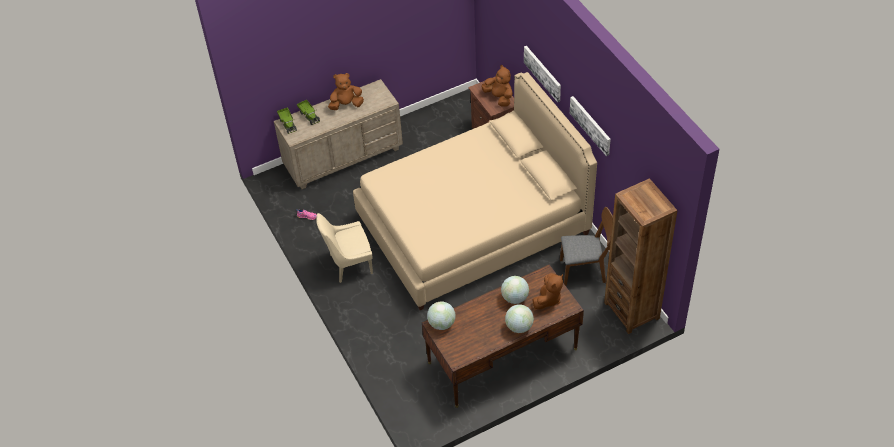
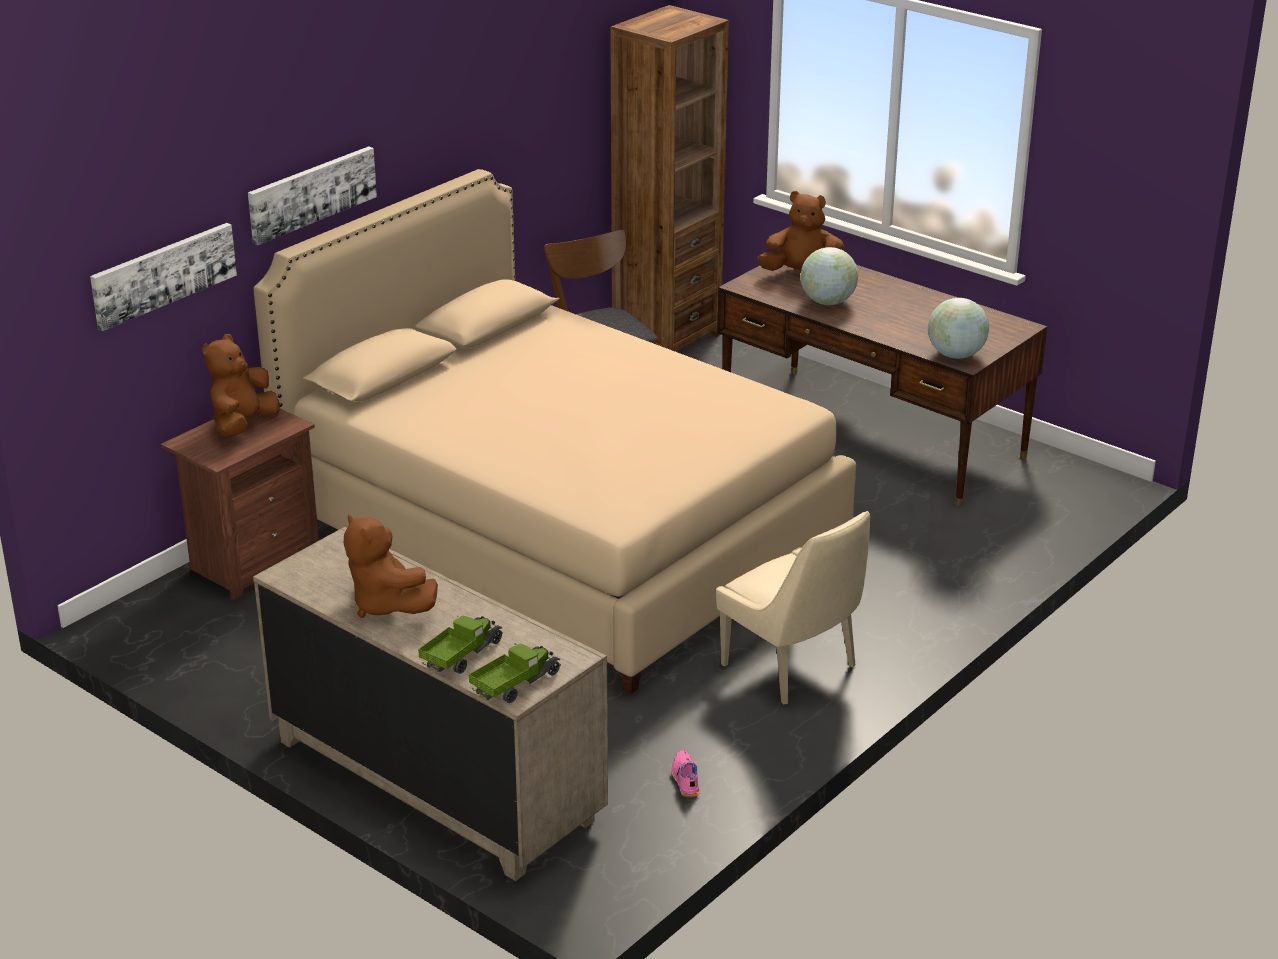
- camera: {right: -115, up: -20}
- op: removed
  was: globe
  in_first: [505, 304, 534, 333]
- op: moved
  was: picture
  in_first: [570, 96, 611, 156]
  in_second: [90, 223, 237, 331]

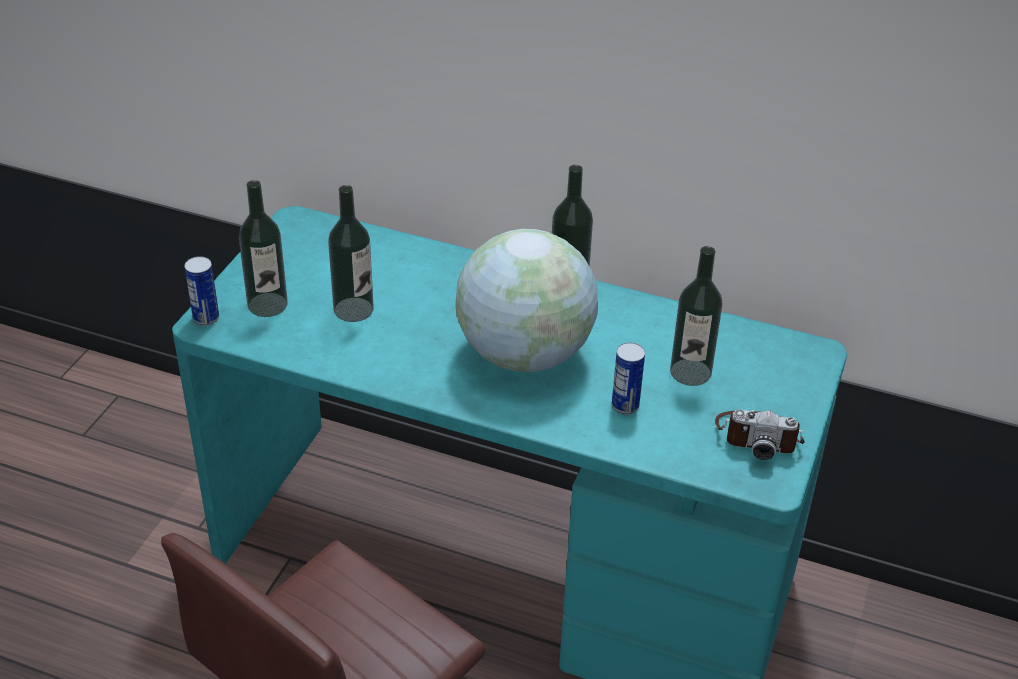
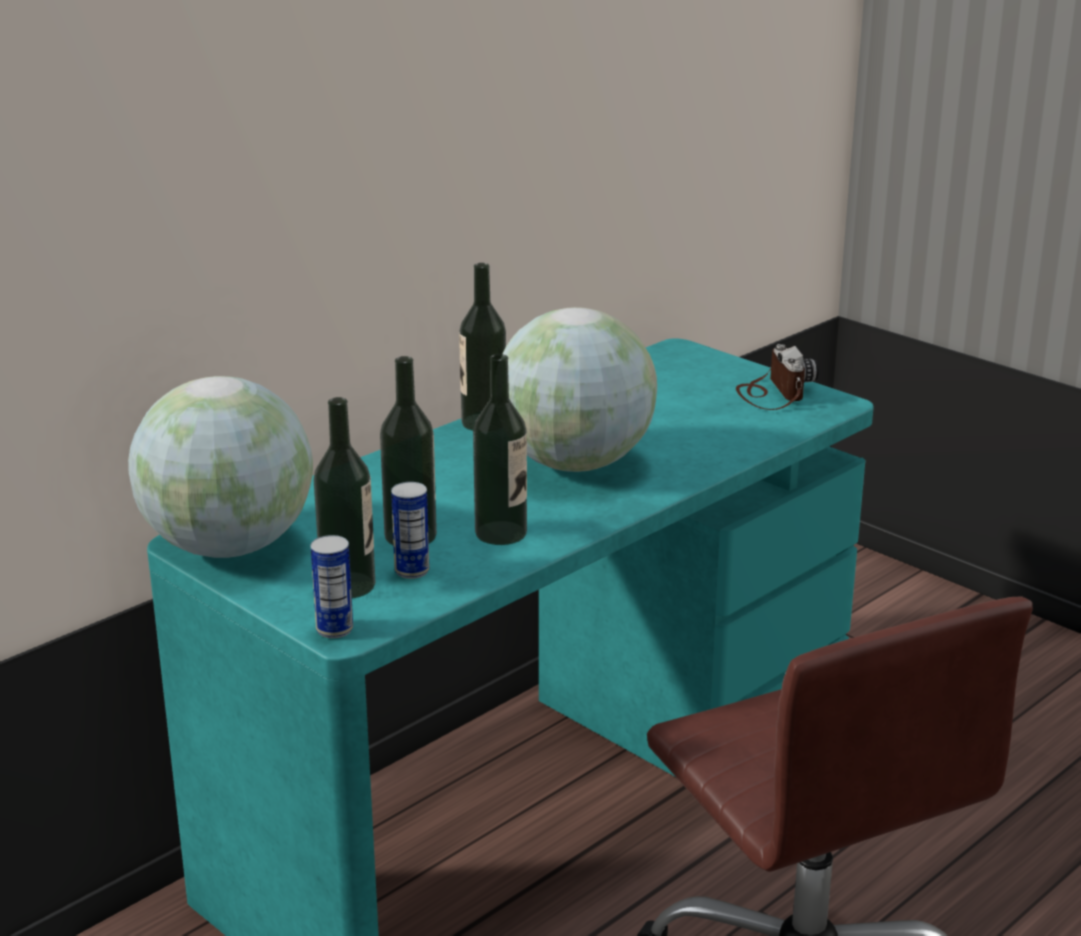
- camera: {right: -65, up: -15}
- op: added
  now: globe
  in_second: [128, 376, 313, 558]
- op: moved
  was: can
  in_first: [612, 343, 645, 415]
  in_second: [391, 482, 429, 579]
- op: moved
  was: bottle
  in_first: [670, 246, 723, 386]
  in_second: [473, 354, 527, 545]
- op: turned
  was: photo camera
  in_first: [715, 409, 804, 460]
  in_second: [736, 344, 818, 410]
  clockwise: -45

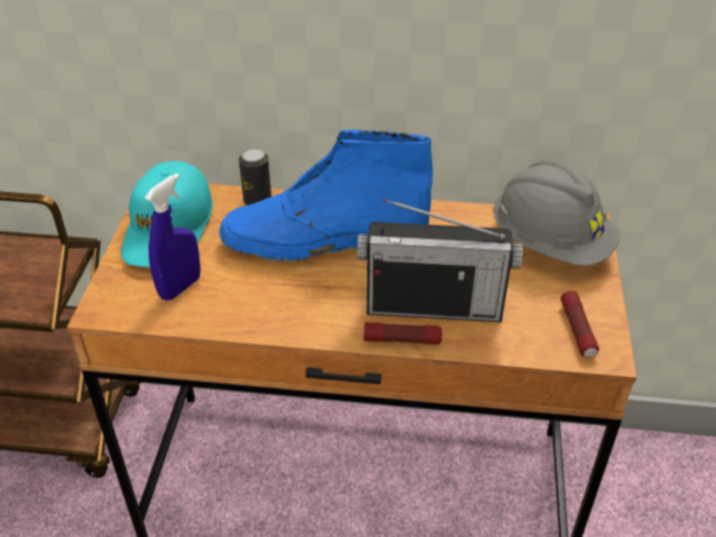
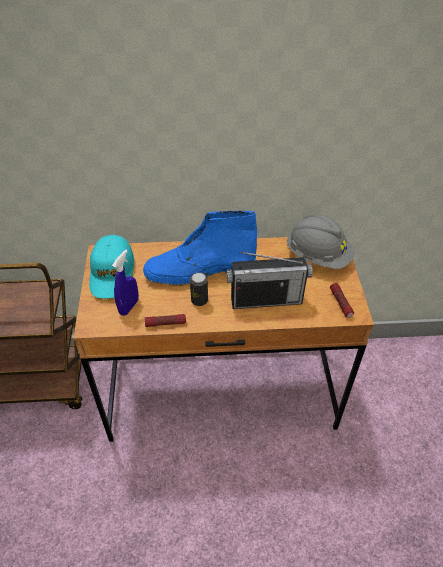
- camera: {right: -10, up: 5}
- op: moved
  was: can
  in_first: [239, 148, 271, 205]
  in_second: [190, 273, 208, 306]
- op: moved
  was: flashlight
  in_first: [364, 322, 442, 345]
  in_second: [145, 314, 186, 327]

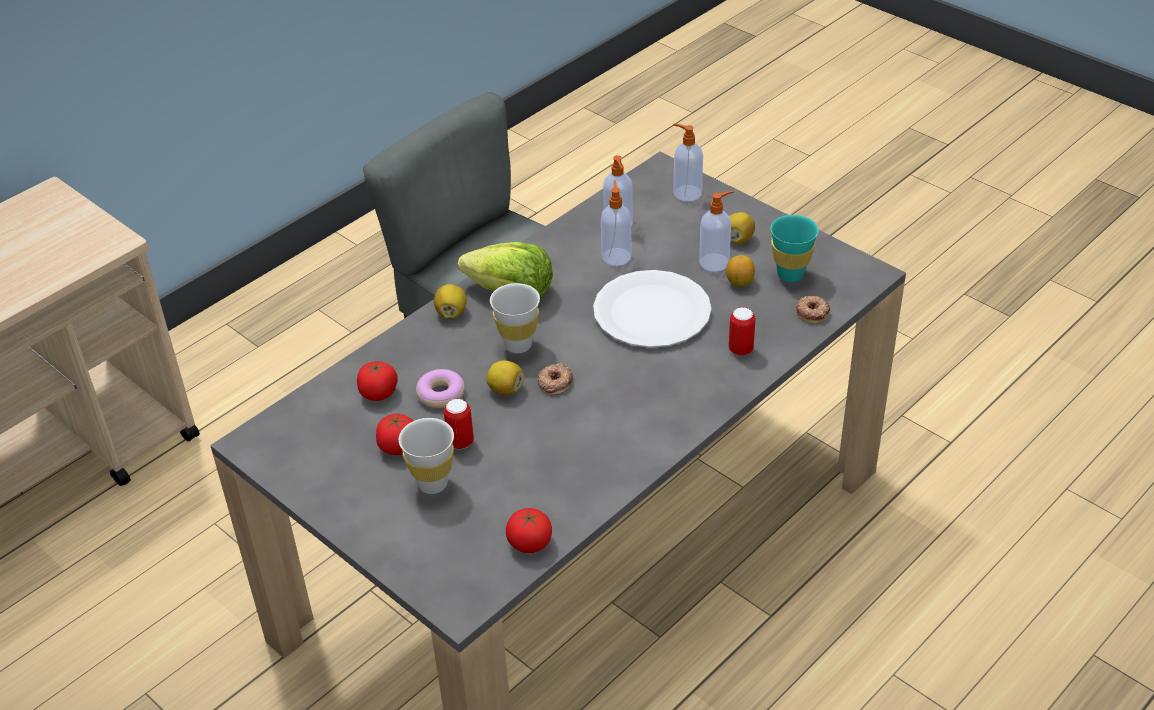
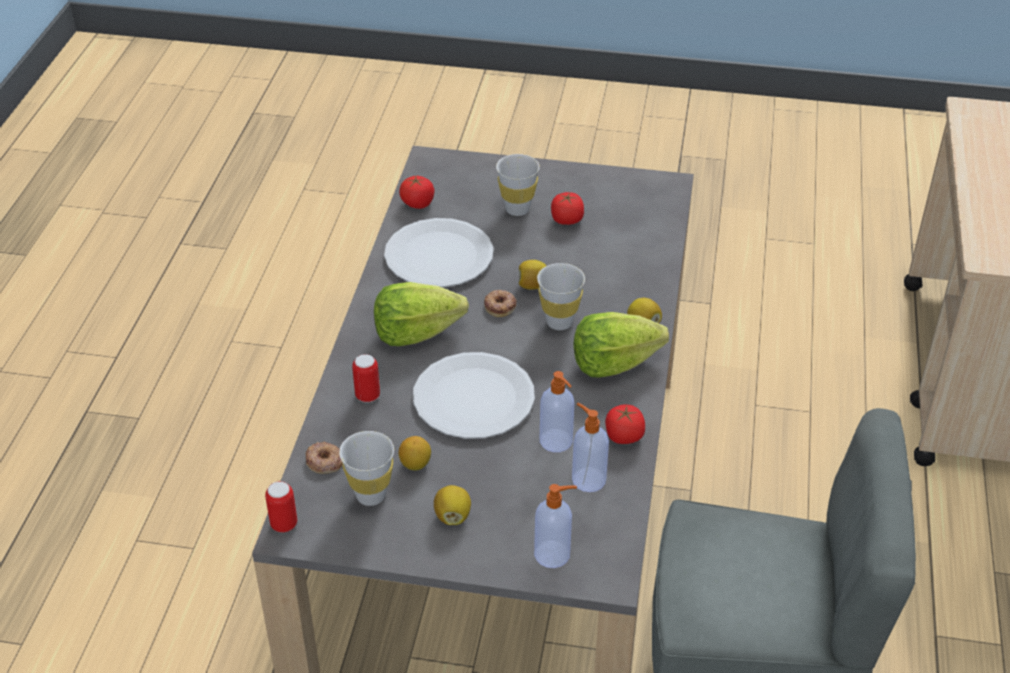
- camera: {right: 145, up: 0}
- op: removed
  was: donut
  in_first: [416, 369, 465, 408]
- op: removed
  was: soap dispenser
  in_first: [699, 191, 734, 272]
- op: added
  now: lettuce
  in_second: [374, 282, 469, 346]
- op: added
  now: white plate
  in_second: [384, 218, 493, 287]
- op: moved
  was: tomato
  in_first: [357, 360, 398, 401]
  in_second: [605, 404, 645, 444]
- op: moved
  was: can
  in_first: [444, 399, 474, 450]
  in_second: [265, 481, 297, 532]
- op: recoloured
  was: turquoise cup
  now: white cup
  in_first: [770, 215, 819, 282]
  in_second: [339, 431, 394, 506]

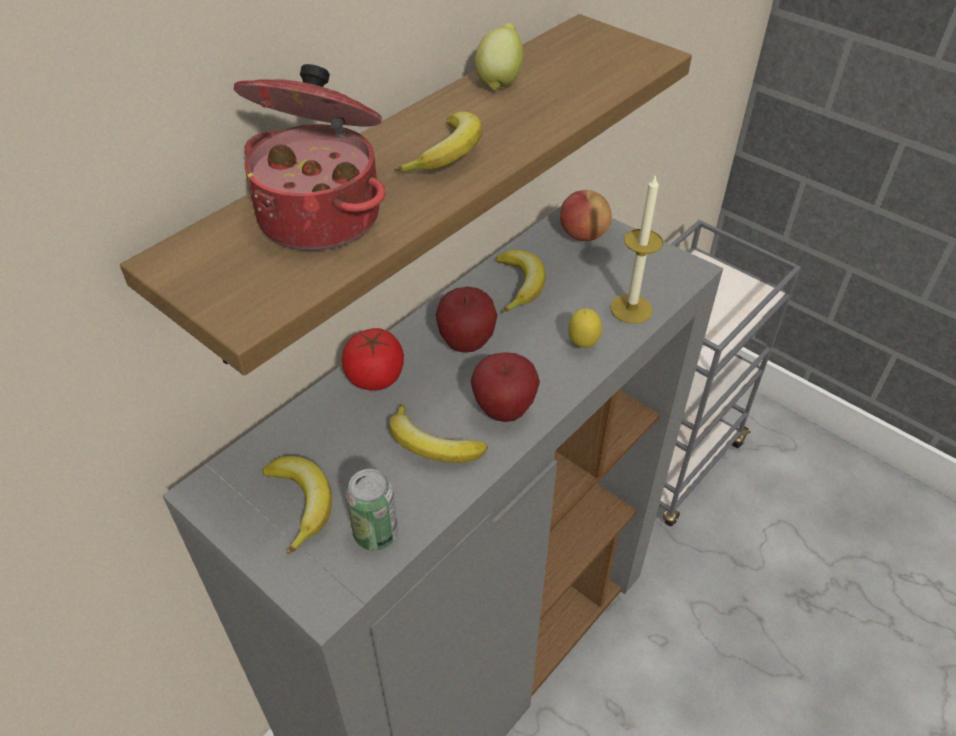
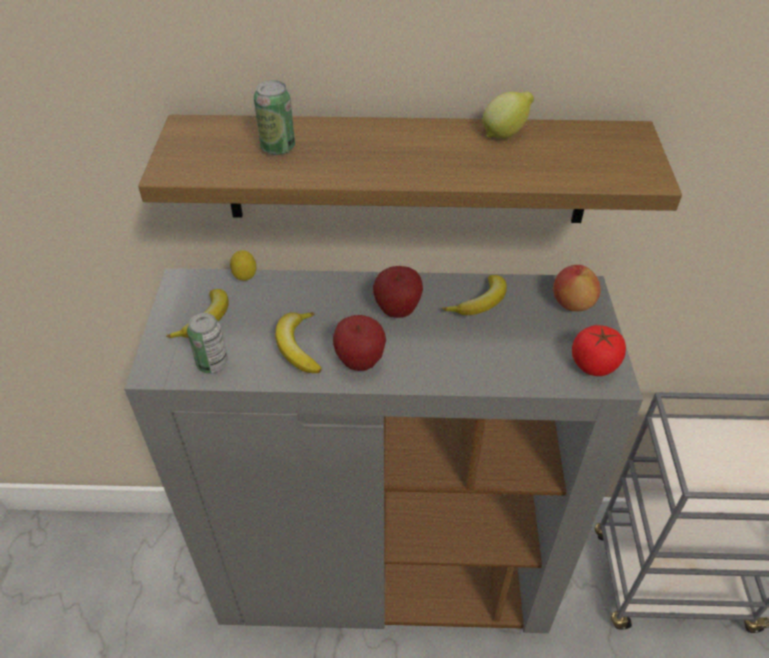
- camera: {right: 50, up: 0}
- op: removed
  was: banana
  in_first: [394, 112, 482, 172]
- op: removed
  was: candle
  in_first: [610, 174, 663, 324]
- op: moved
  was: tomato
  in_first: [342, 328, 404, 391]
  in_second: [572, 325, 626, 376]
- op: moved
  was: lemon
  in_first: [568, 308, 602, 348]
  in_second: [230, 250, 256, 281]
- op: replaced
  was: cooking pot
  now: can
  in_first: [234, 64, 386, 251]
  in_second: [254, 80, 295, 155]

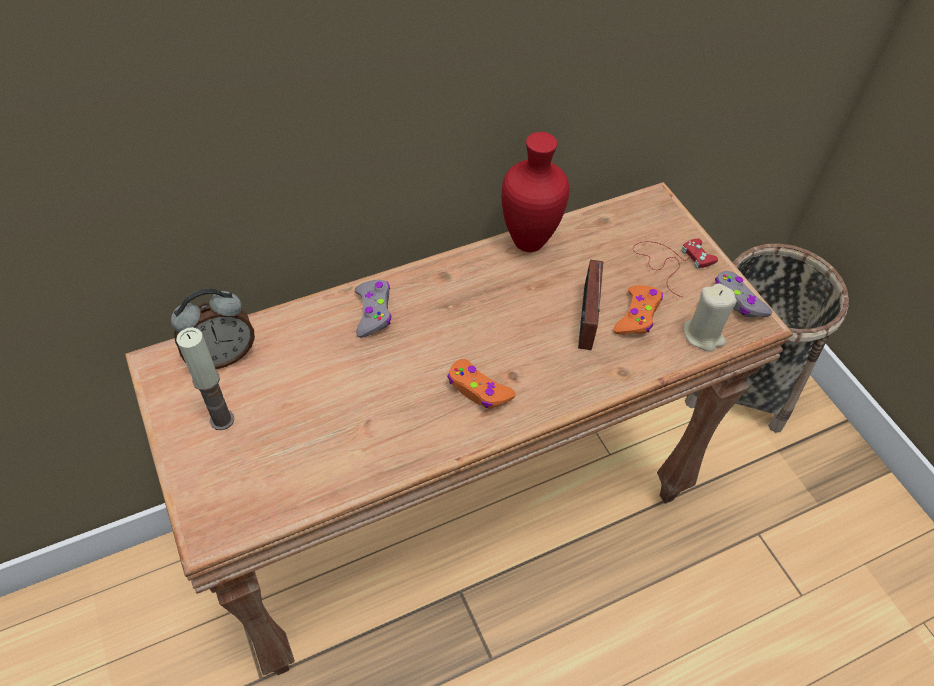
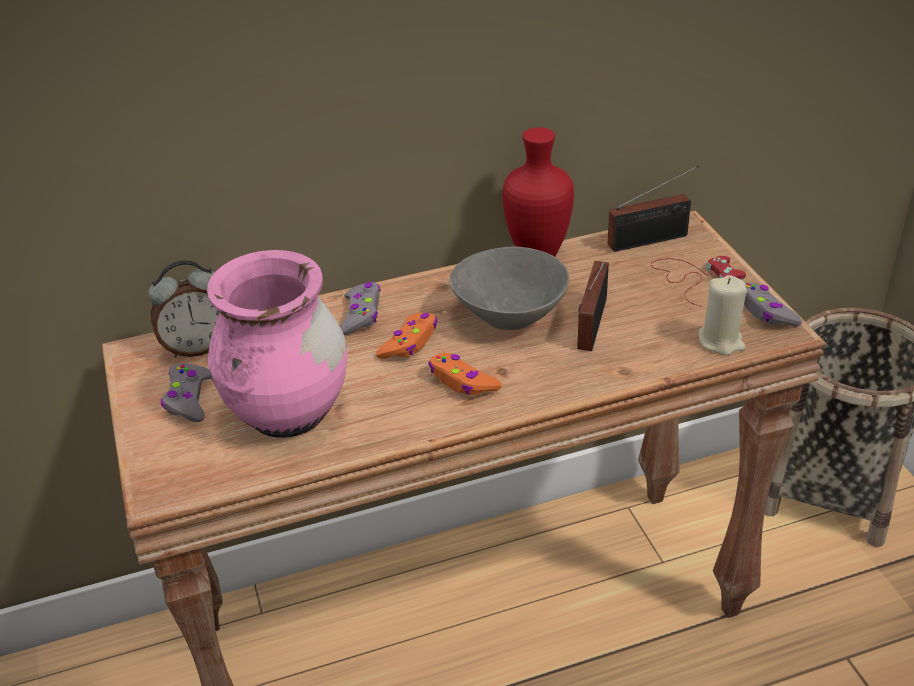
- camera: {right: 10, up: -15}
- op: added
  now: pink vase
  in_second: [207, 250, 347, 438]
- op: added
  now: grey bowl
  in_second: [449, 247, 569, 330]
- op: added
  now: radio
  in_second: [607, 165, 699, 252]
- op: moved
  was: orange game controller
  in_first: [613, 285, 663, 335]
  in_second: [376, 313, 438, 359]
- op: replaced
  was: candle
  now: grey game controller
  in_first: [176, 327, 234, 430]
  in_second: [161, 364, 211, 422]

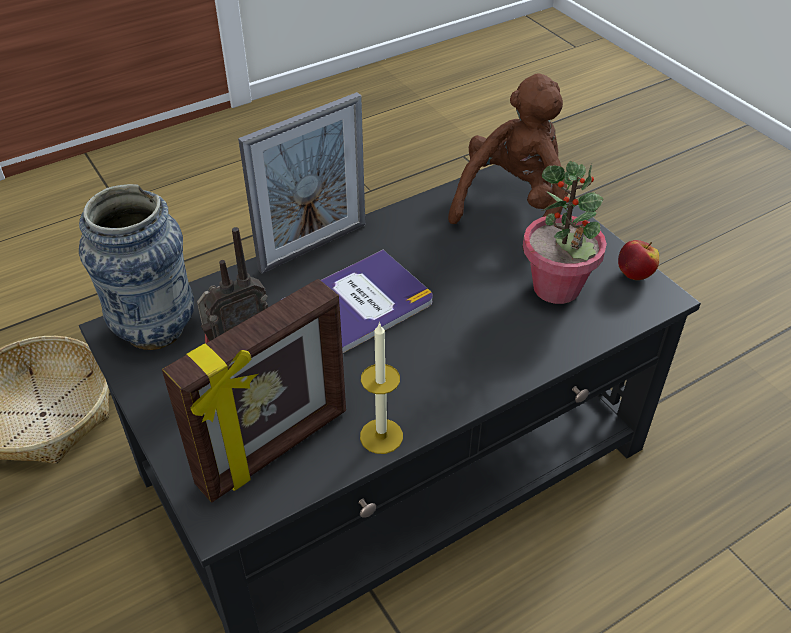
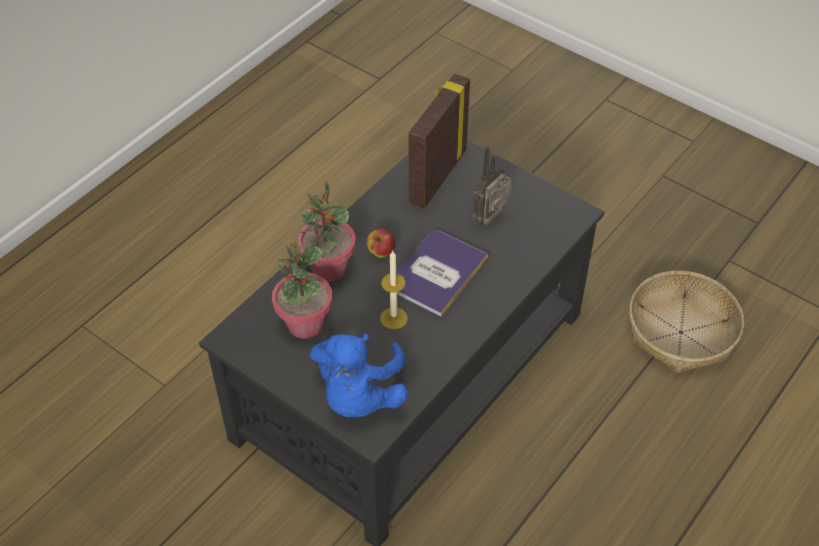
- camera: {right: 160, up: 5}
- op: removed
  was: vase
  in_first: [79, 184, 194, 350]
- op: removed
  was: picture frame
  in_first: [238, 92, 365, 274]
- op: added
  now: potted plant
  in_second: [297, 181, 356, 282]
- op: moved
  was: candle
  in_first: [360, 322, 403, 454]
  in_second: [380, 251, 408, 330]
- op: moved
  was: apple
  in_first: [618, 240, 659, 280]
  in_second: [367, 228, 395, 258]
- op: recoloured
  was: brown plush toy
  now: blue plush toy
  in_first: [448, 73, 568, 251]
  in_second: [310, 334, 408, 417]

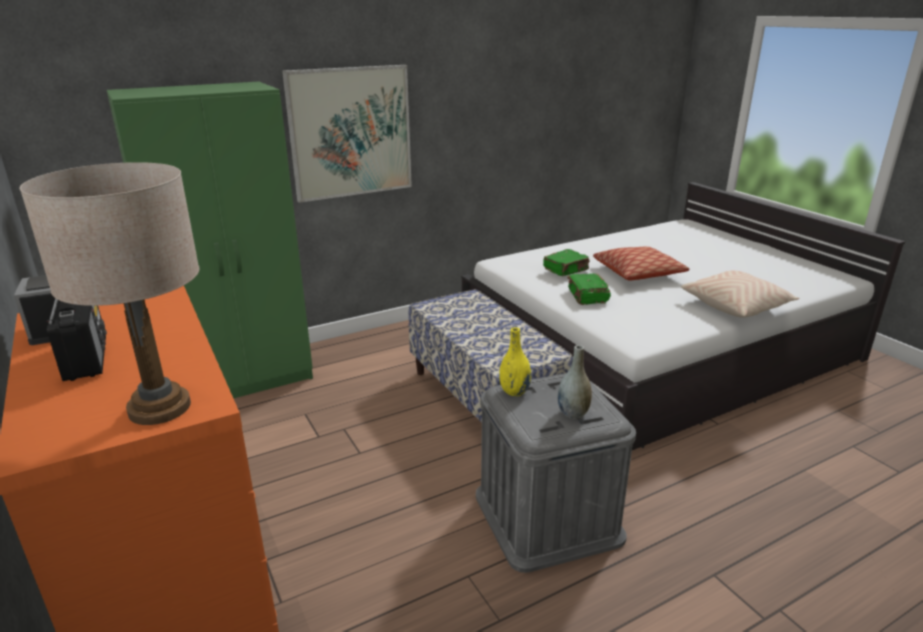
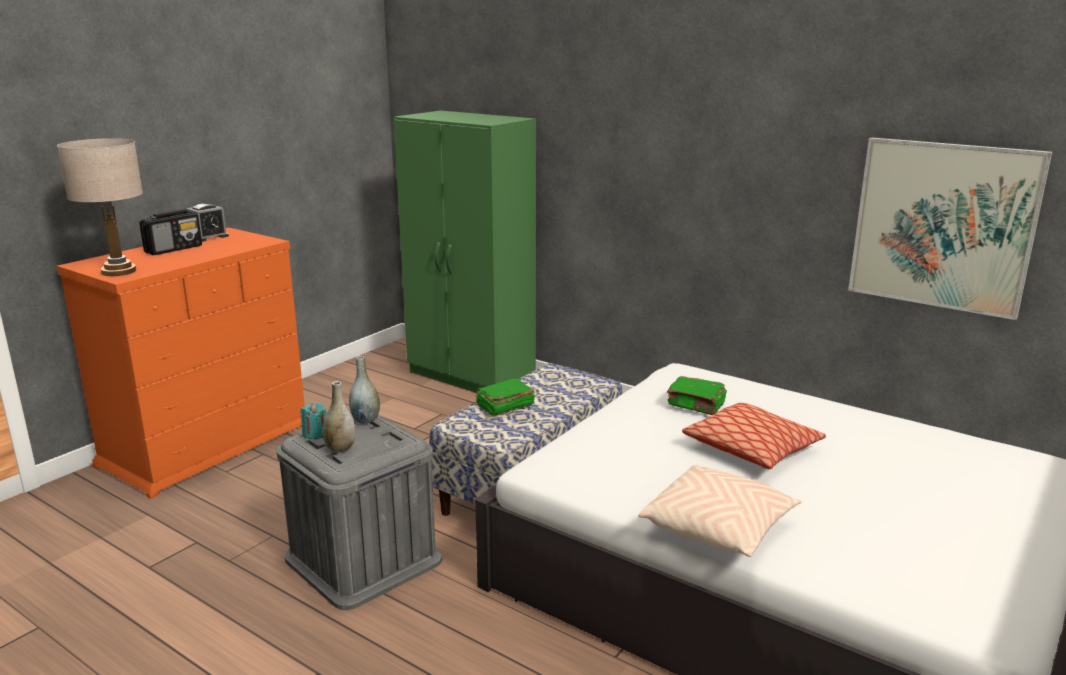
- camera: {right: 65, up: -5}
- op: added
  now: turquoise candle
  in_second: [301, 403, 327, 439]
- op: moved
  was: picture
  in_first: [282, 65, 412, 203]
  in_second: [848, 137, 1052, 320]
- op: moved
  was: green book
  in_first: [567, 273, 611, 305]
  in_second: [476, 379, 535, 417]
- op: recoloured
  was: yellow vase
  now: grey vase
  in_first: [499, 327, 531, 396]
  in_second: [349, 356, 380, 424]

